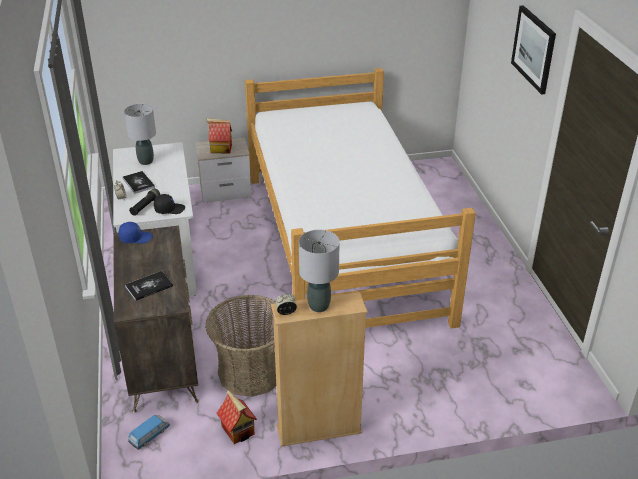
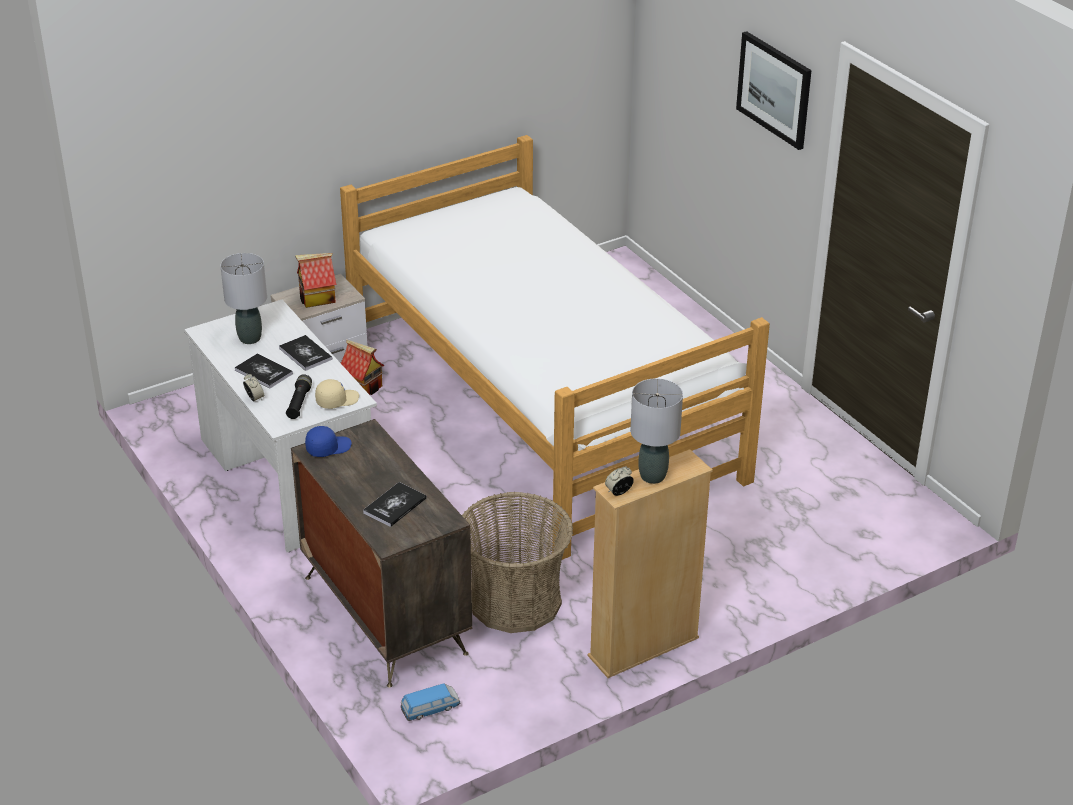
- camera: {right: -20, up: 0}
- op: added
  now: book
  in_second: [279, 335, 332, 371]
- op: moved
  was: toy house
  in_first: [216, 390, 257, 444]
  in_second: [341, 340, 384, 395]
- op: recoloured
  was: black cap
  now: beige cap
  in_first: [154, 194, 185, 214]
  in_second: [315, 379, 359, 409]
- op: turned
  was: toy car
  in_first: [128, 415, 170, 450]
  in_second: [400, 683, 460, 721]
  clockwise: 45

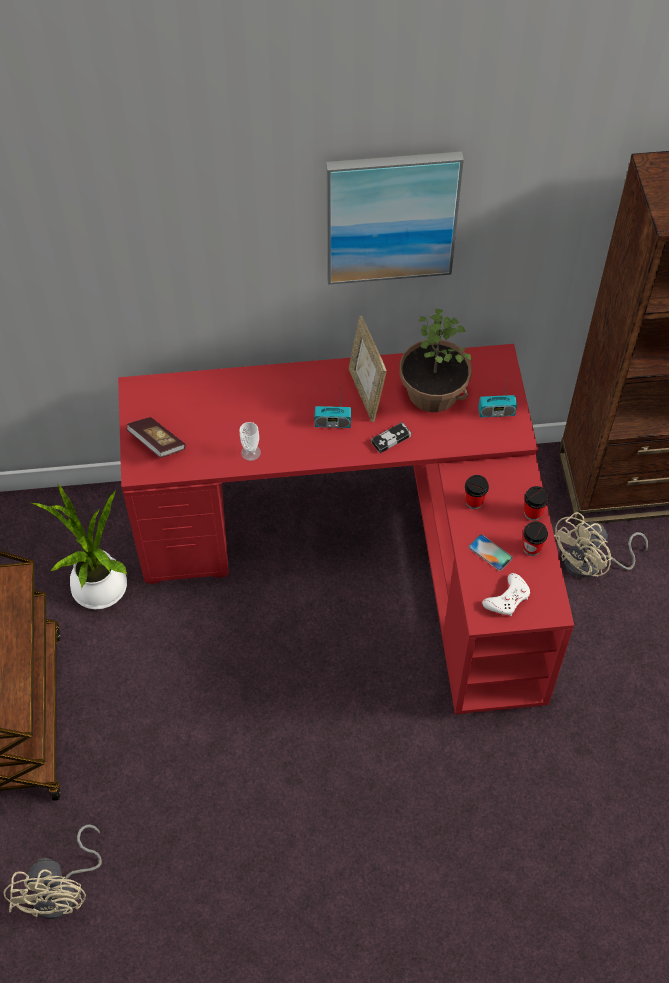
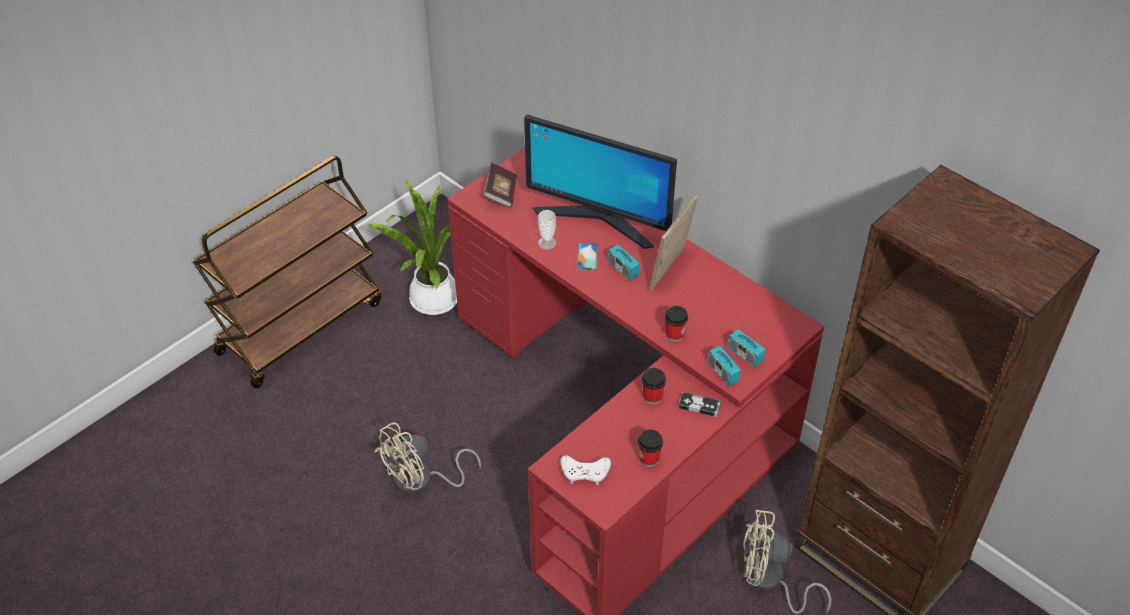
- camera: {right: 50, up: -10}
- op: removed
  was: picture
  in_first: [326, 152, 464, 285]
- op: removed
  was: potted plant
  in_first: [399, 308, 472, 412]
- op: added
  now: monitor
  in_second: [524, 115, 677, 249]
- op: added
  now: radio
  in_second: [708, 339, 741, 386]
- op: moved
  was: beige fan
  in_first: [4, 825, 102, 919]
  in_second: [375, 422, 481, 494]
- op: moved
  was: game controller
  in_first: [371, 422, 411, 453]
  in_second: [679, 392, 721, 417]
- op: moved
  was: phone
  in_first: [468, 534, 513, 571]
  in_second: [577, 243, 598, 271]
- op: moved
  was: cup
  in_first: [524, 486, 549, 521]
  in_second: [665, 306, 688, 342]

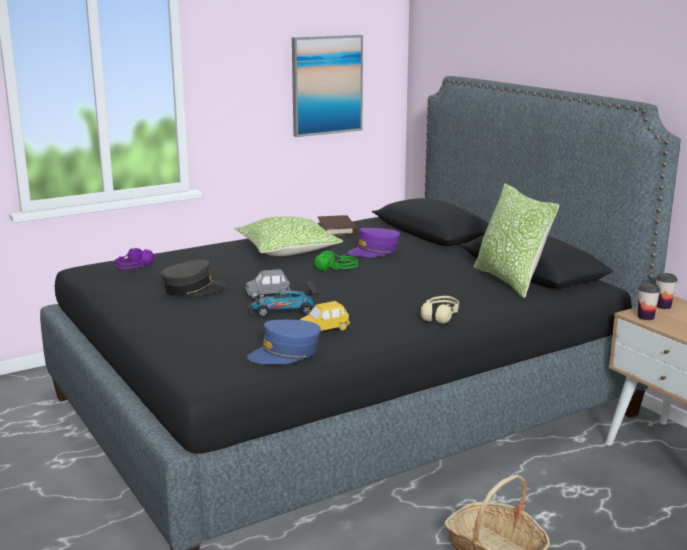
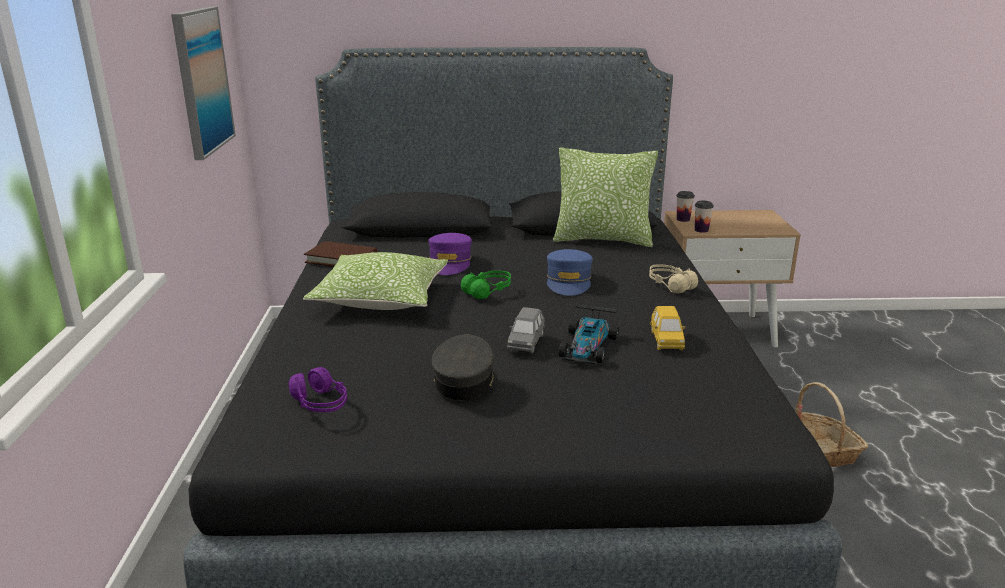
- camera: {right: -60, up: 5}
- op: moved
  was: blue cap
  in_first: [247, 320, 321, 364]
  in_second: [547, 249, 593, 296]

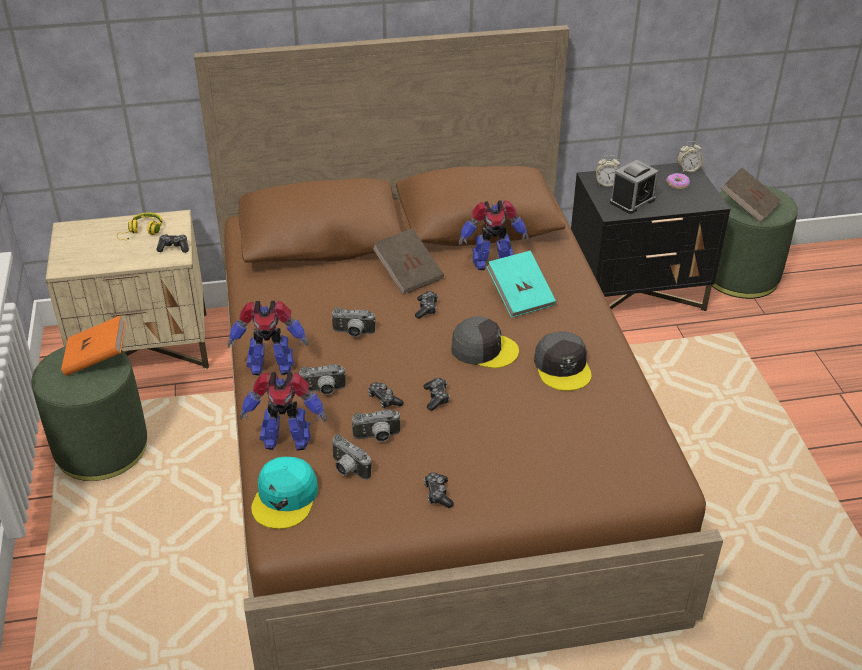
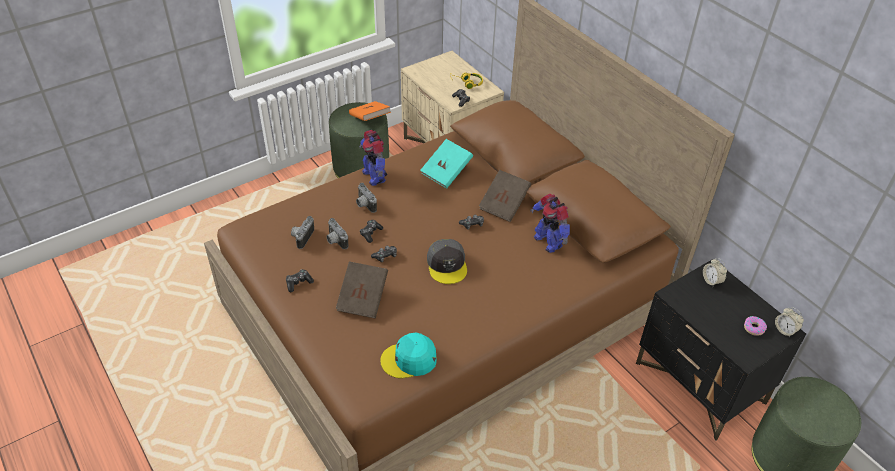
- camera: {right: 65, up: 5}
- op: removed
  was: toy robot
  in_first: [240, 372, 327, 451]
- op: removed
  was: photo camera
  in_first: [331, 307, 375, 337]
- op: removed
  was: grey cap
  in_first: [534, 332, 592, 391]
- op: removed
  was: alarm clock
  in_first: [610, 160, 659, 214]
- op: moved
  was: turquoise cap
  in_first: [251, 457, 318, 529]
  in_second: [380, 333, 437, 378]
- op: moved
  was: turquoise book
  in_first: [486, 251, 556, 318]
  in_second: [420, 139, 473, 189]
- op: moved
  was: brown book
  in_first: [721, 168, 782, 223]
  in_second: [336, 261, 388, 318]

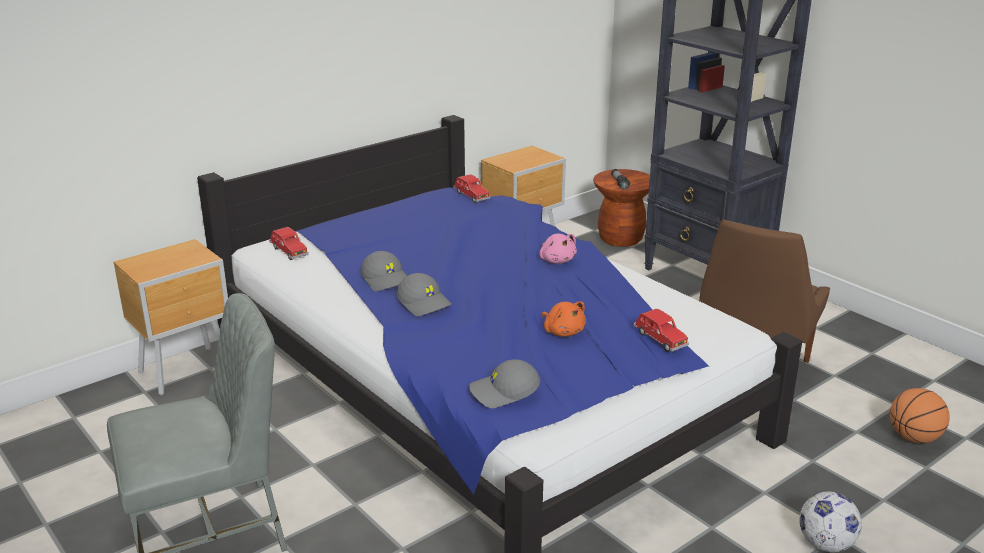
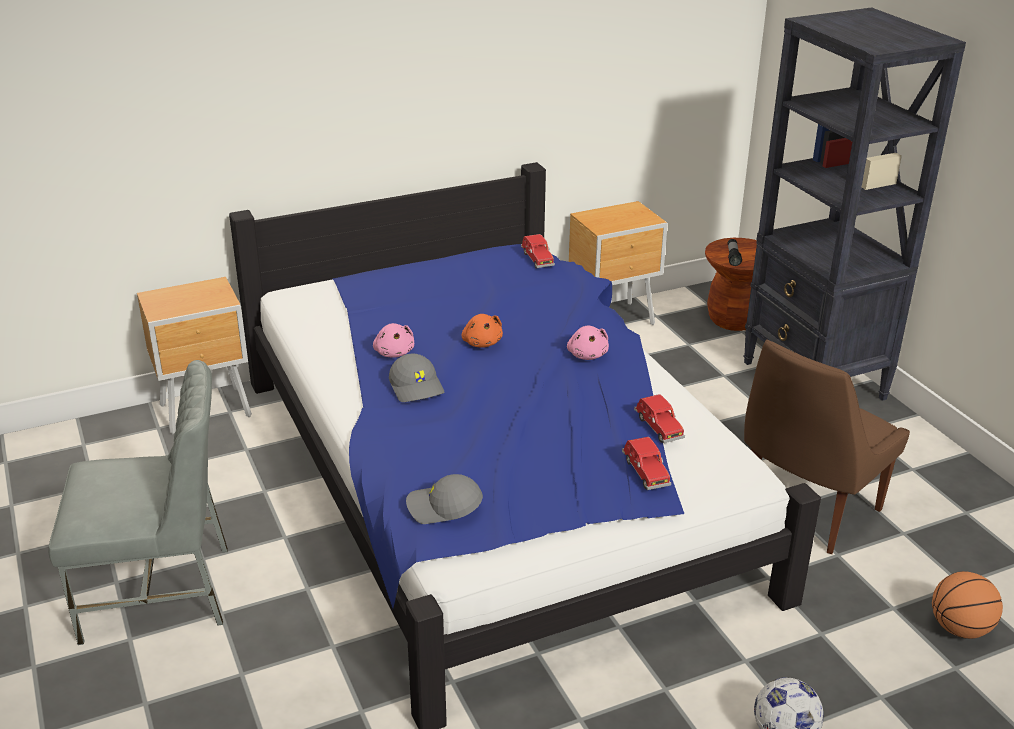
- camera: {right: 15, up: 5}
- op: moved
  was: red toy car
  in_first: [269, 227, 309, 260]
  in_second: [634, 394, 685, 443]
- op: moved
  was: orange plush toy
  in_first: [541, 301, 586, 337]
  in_second: [461, 314, 503, 348]
- op: replaced
  was: grey cap
  now: pink plush toy
  in_first: [361, 251, 407, 291]
  in_second: [373, 323, 414, 358]

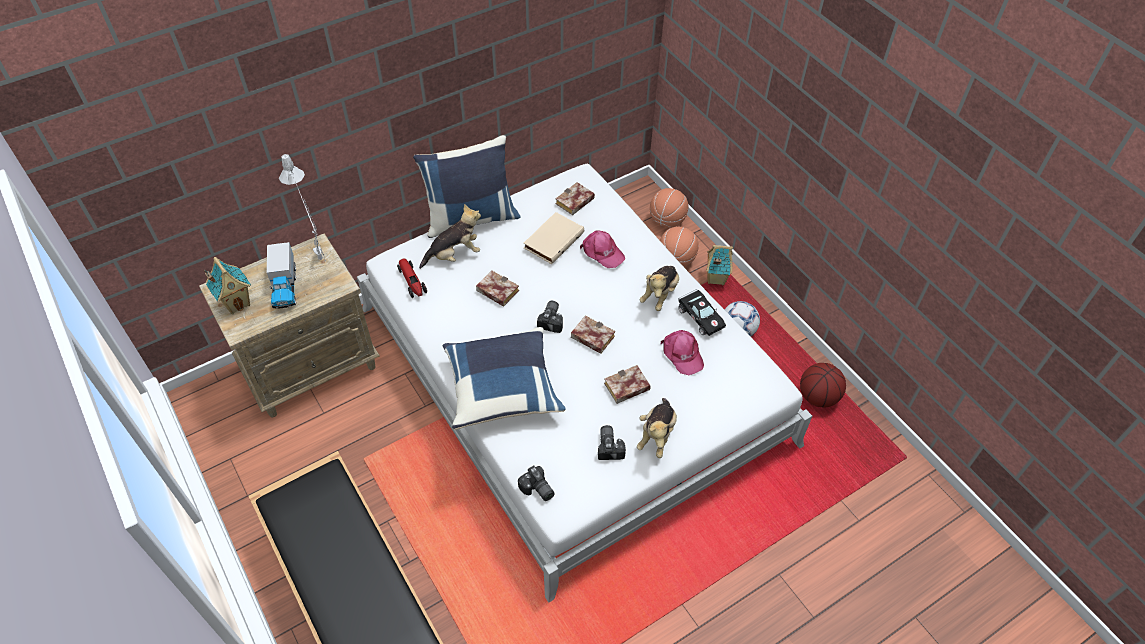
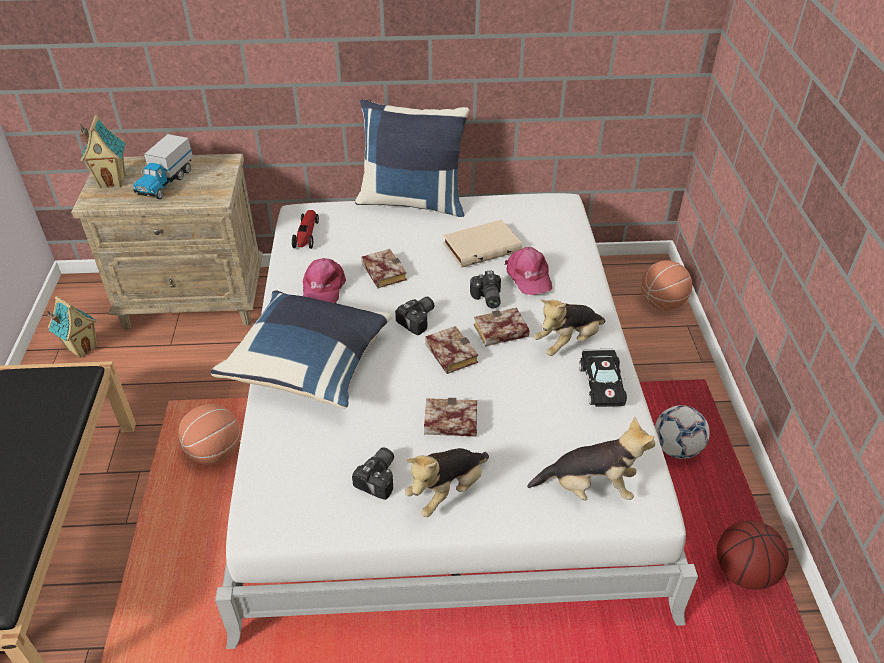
- camera: {right: 30, up: -10}
- op: removed
  was: grey table lamp
  in_first: [279, 154, 326, 261]
- op: moved
  was: plush toy
  in_first: [419, 204, 481, 269]
  in_second: [527, 417, 655, 501]
- op: moved
  was: photo camera
  in_first: [518, 465, 555, 501]
  in_second: [470, 271, 501, 308]
- op: moved
  was: book
  in_first: [555, 182, 595, 215]
  in_second: [474, 308, 530, 346]
- op: moved
  was: basketball
  in_first: [660, 227, 699, 267]
  in_second: [178, 404, 240, 465]
- op: moved
  was: pink cap
  in_first: [660, 330, 704, 375]
  in_second: [303, 258, 346, 303]
- op: moved
  was: toy house
  in_first: [706, 245, 733, 285]
  in_second: [47, 296, 97, 358]

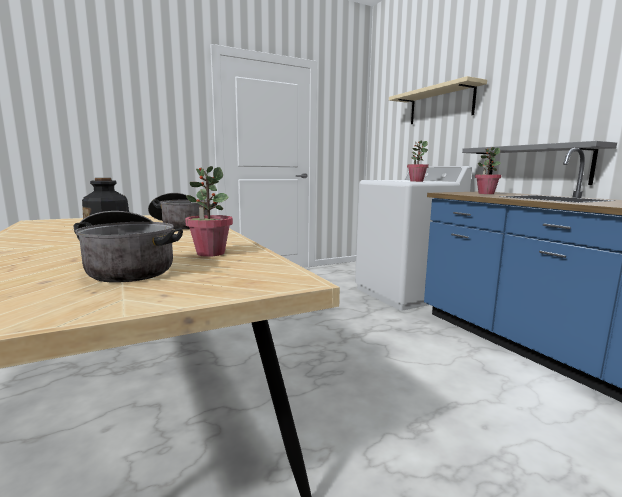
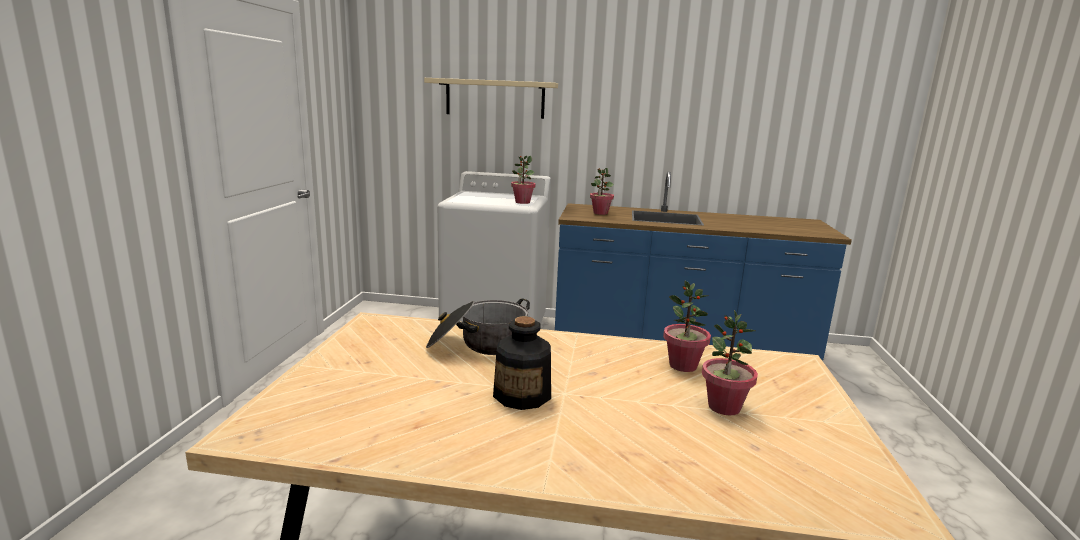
- camera: {right: -55, up: 5}
- op: removed
  was: grey shelf
  in_first: [462, 141, 617, 185]
- op: replaced
  was: cooking pot
  now: potted plant
  in_first: [73, 211, 183, 283]
  in_second: [702, 310, 758, 415]

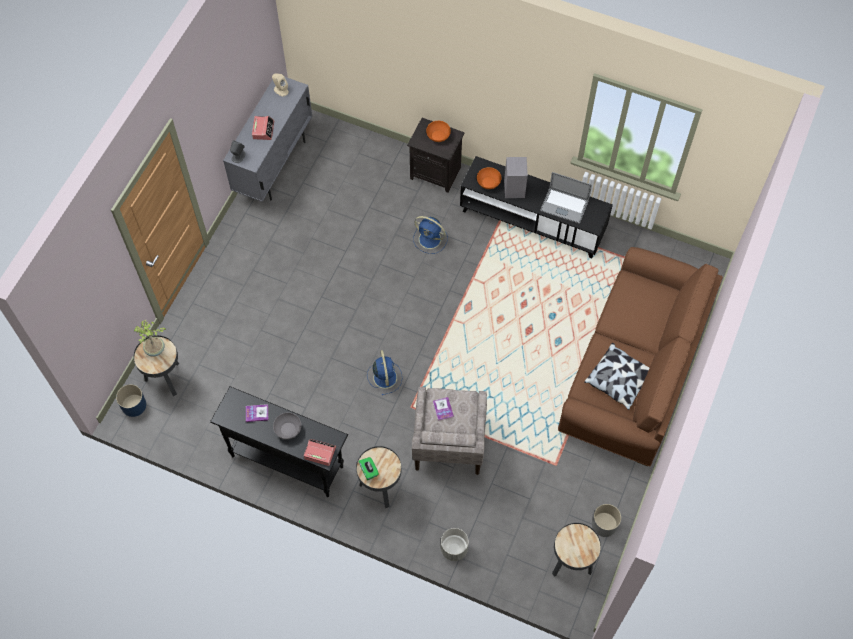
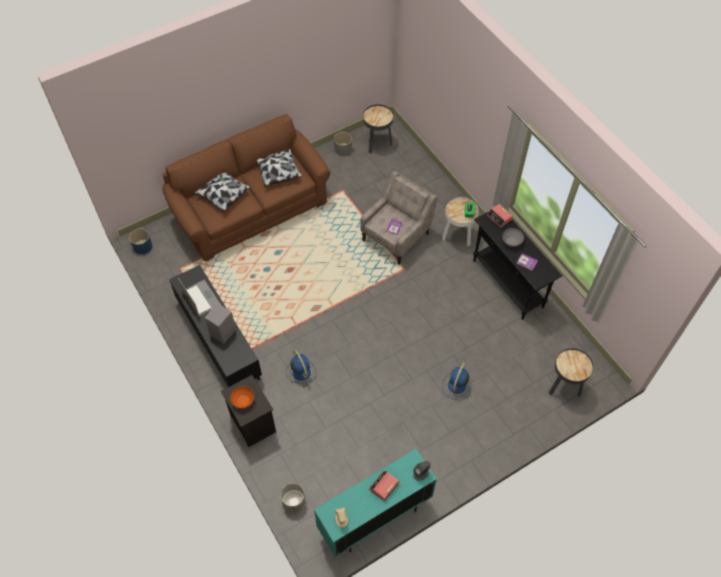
- camera: {right: -145, up: -5}
- op: removed
  was: potted plant
  in_first: [134, 320, 166, 356]
- op: removed
  was: orange bowl
  in_first: [477, 167, 501, 189]
- op: added
  now: pillow
  in_second: [194, 173, 250, 212]
- op: moved
  was: blue planter
  in_first: [116, 384, 146, 417]
  in_second: [129, 229, 152, 254]
- op: moved
  was: blue fan
  in_first: [367, 350, 402, 395]
  in_second: [442, 362, 471, 400]
- op: moved
  was: grey planter
  in_first: [441, 528, 469, 561]
  in_second: [281, 483, 305, 512]
- op: recoloured
  was: grey cabinet
  now: turquoise cabinet
  in_first: [223, 77, 312, 202]
  in_second: [314, 449, 437, 557]
- op: recoloured
  was: black side table
  now: white side table
  in_first: [356, 446, 402, 508]
  in_second: [442, 197, 479, 246]

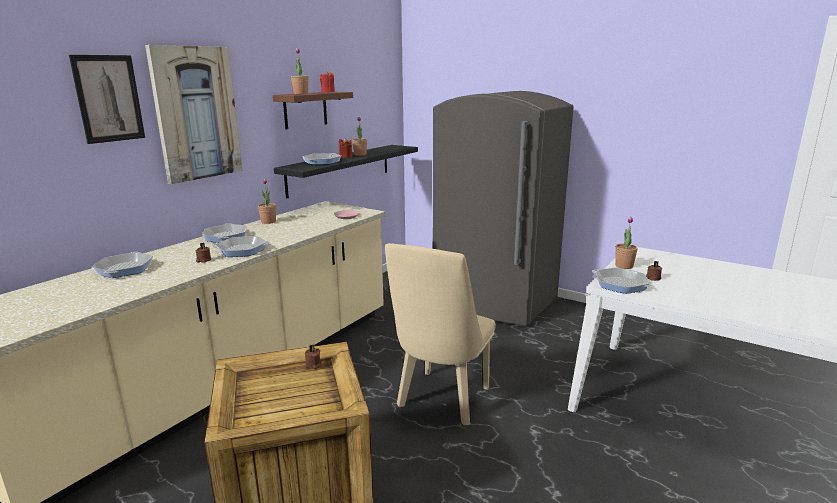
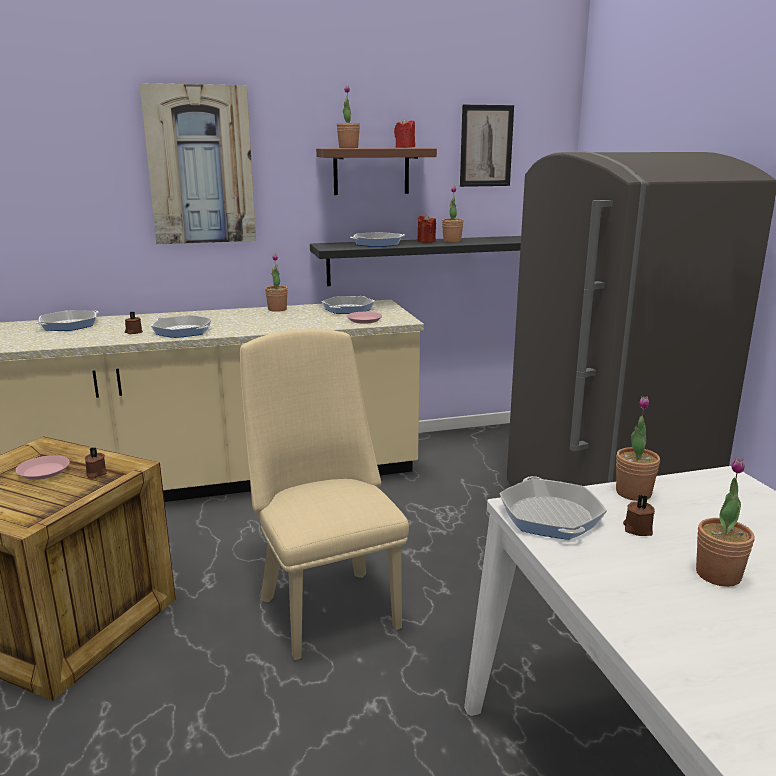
- camera: {right: 40, up: 0}
- op: added
  now: pink plate
  in_second: [16, 455, 70, 480]
- op: added
  now: potted plant
  in_second: [696, 458, 754, 587]
- op: moved
  was: picture
  in_first: [69, 55, 145, 144]
  in_second: [460, 105, 514, 187]
- op: moved
  was: frying pan
  in_first: [202, 223, 247, 243]
  in_second: [322, 296, 375, 314]
- op: turned
  was: beige chair
  in_first: [385, 243, 496, 426]
  in_second: [240, 329, 409, 660]
  clockwise: 90

